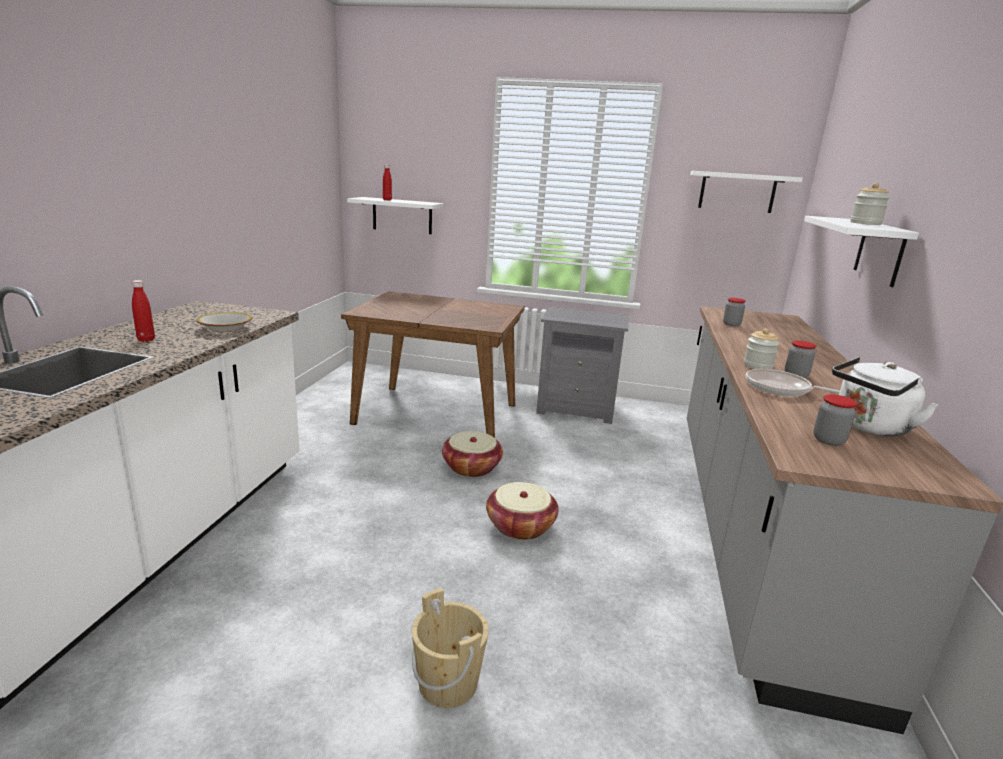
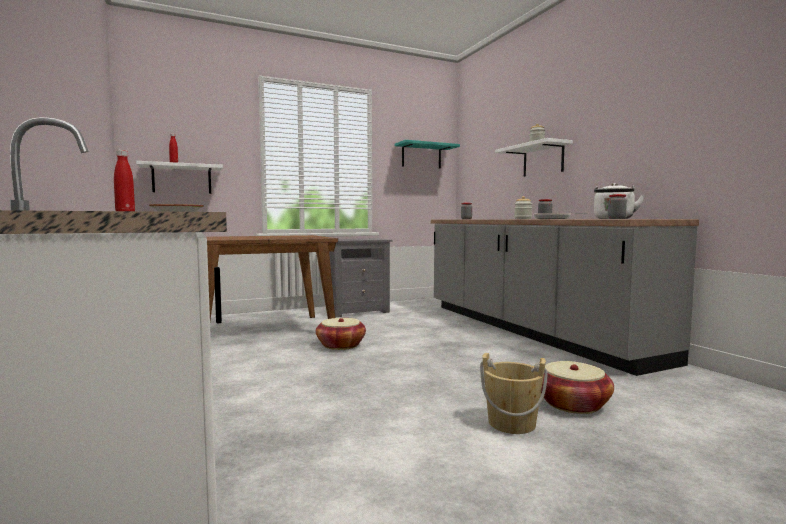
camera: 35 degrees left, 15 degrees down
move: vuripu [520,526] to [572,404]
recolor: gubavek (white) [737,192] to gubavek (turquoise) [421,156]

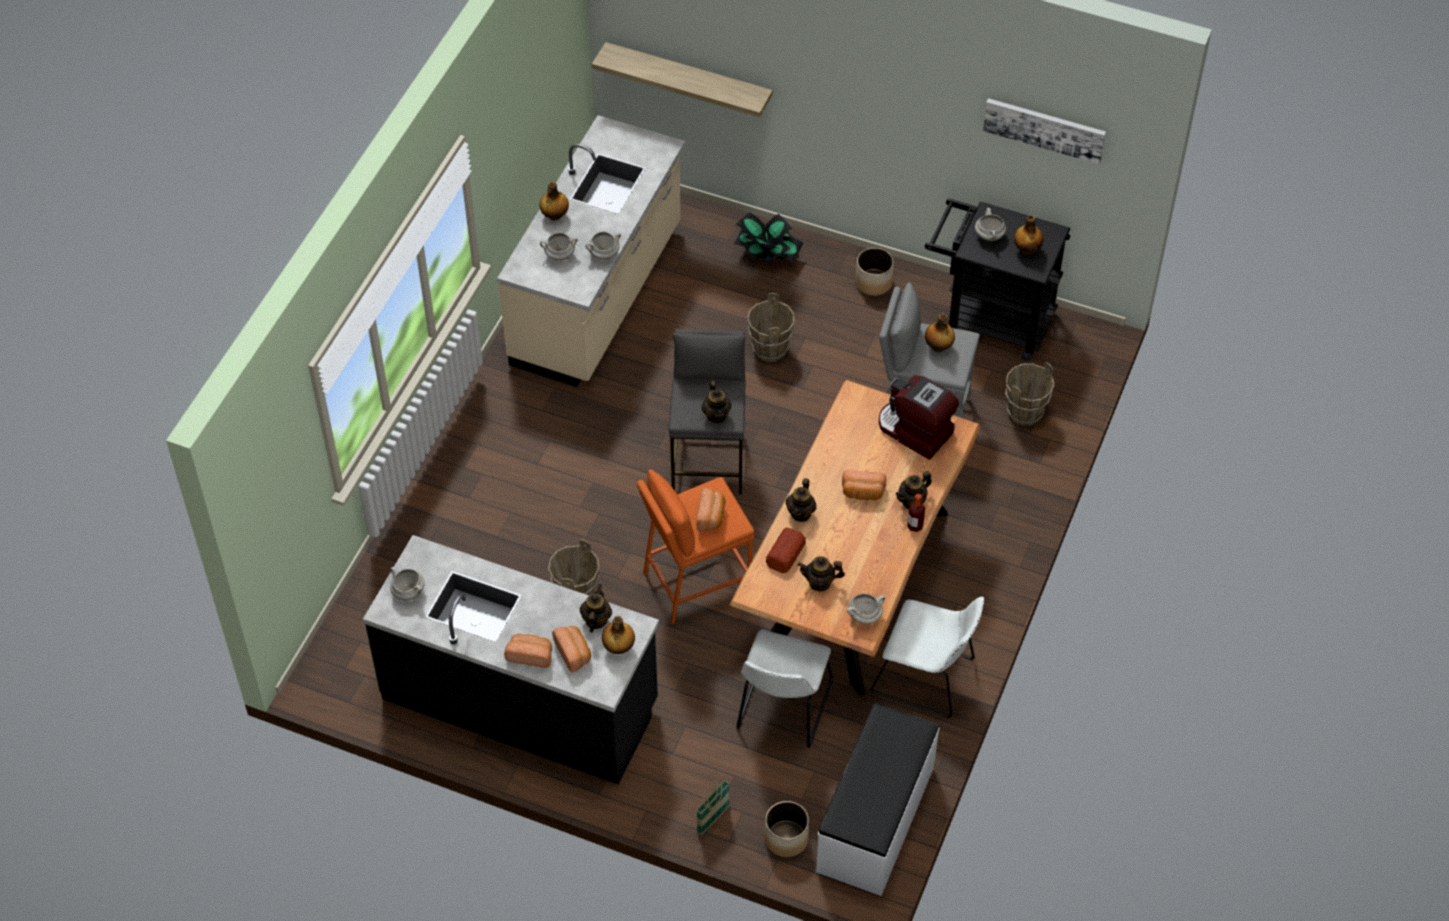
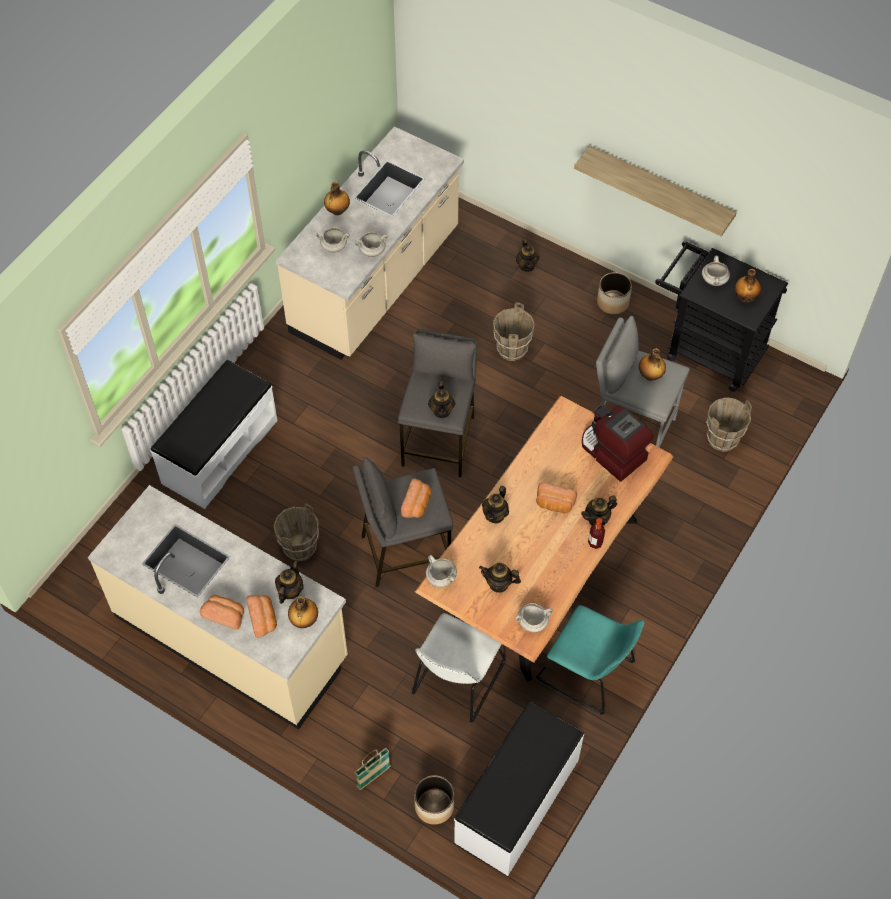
camera: 10 degrees right, 5 degrees up
delete: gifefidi [786,553]; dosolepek [1044,129]
insert: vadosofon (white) [219,451]
move: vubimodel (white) [407,592] to [440,578]; gubavek [688,78] to [660,189]
replace: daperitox [767,255] to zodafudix [527,265]
recolor: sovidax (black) [521,700] to sovidax (beige) [232,636]; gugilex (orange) [696,582] to gugilex (grey) [405,551]; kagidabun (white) [927,677] to kagidabun (turquoise) [589,673]

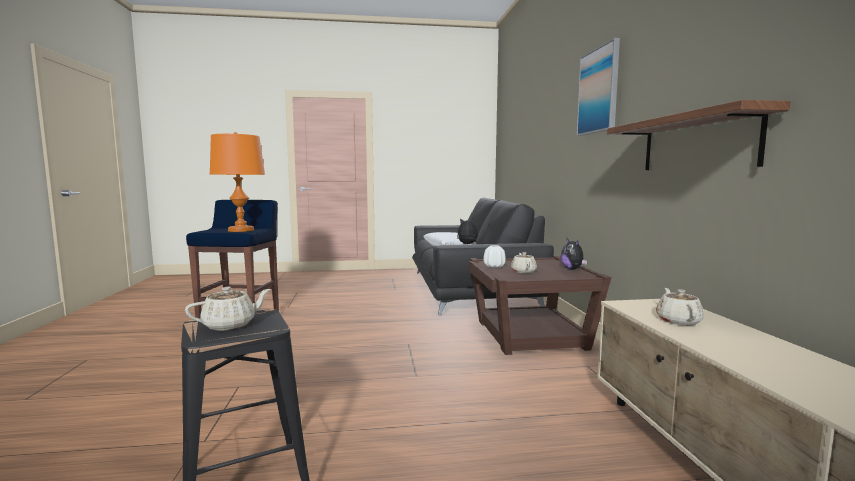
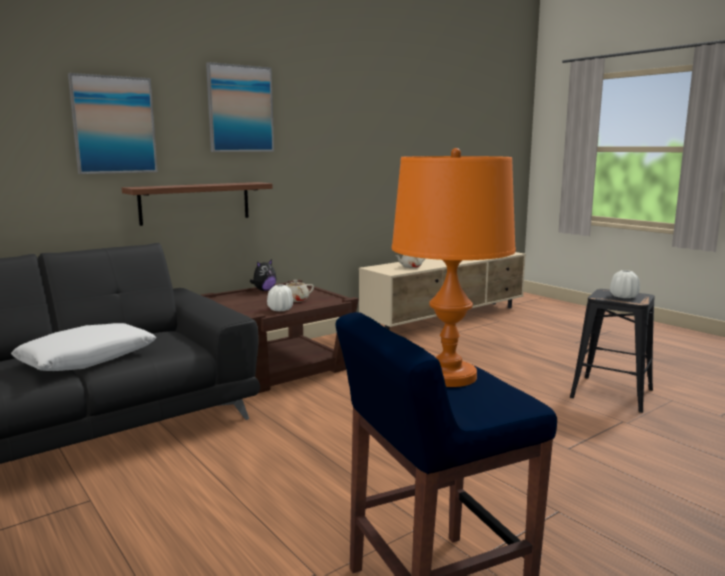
camera: 120 degrees left, 5 degrees up
delete: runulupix [467,244]
insert: dosolepek [114,125]
move: gubavek [696,143] to [195,203]
replace: zodafudix (beige) [230,325] to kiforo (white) [623,296]

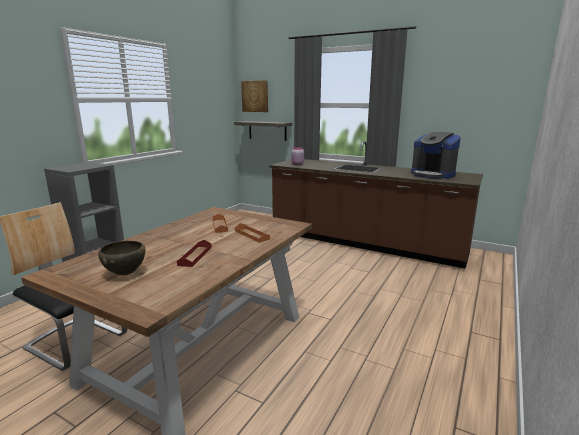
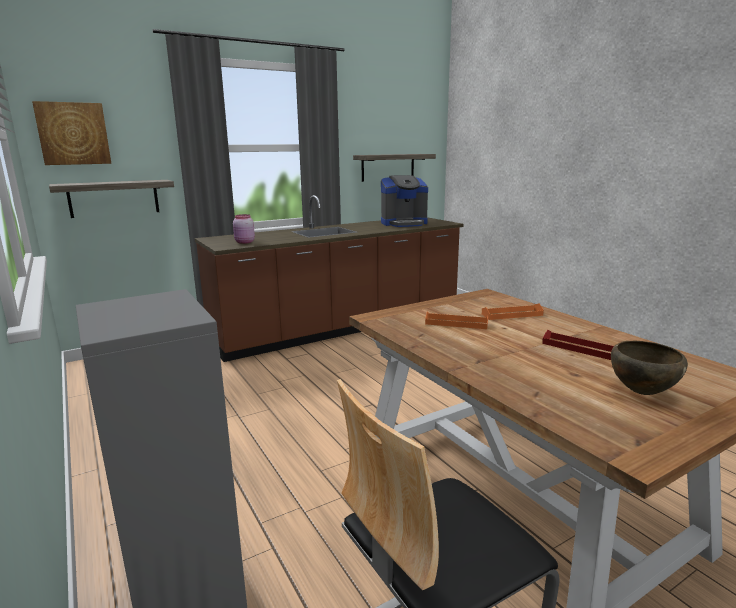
camera: 60 degrees left, 0 degrees up
insert: gubavek [388,167]

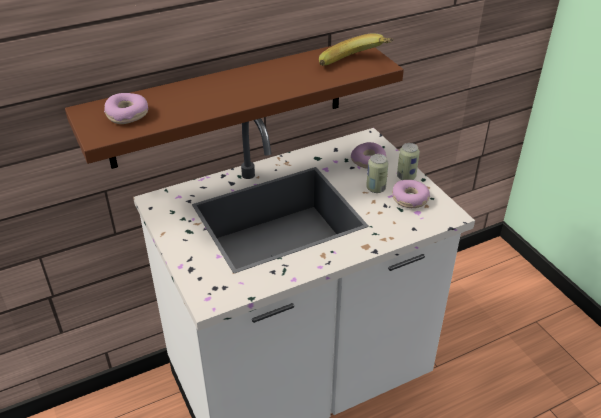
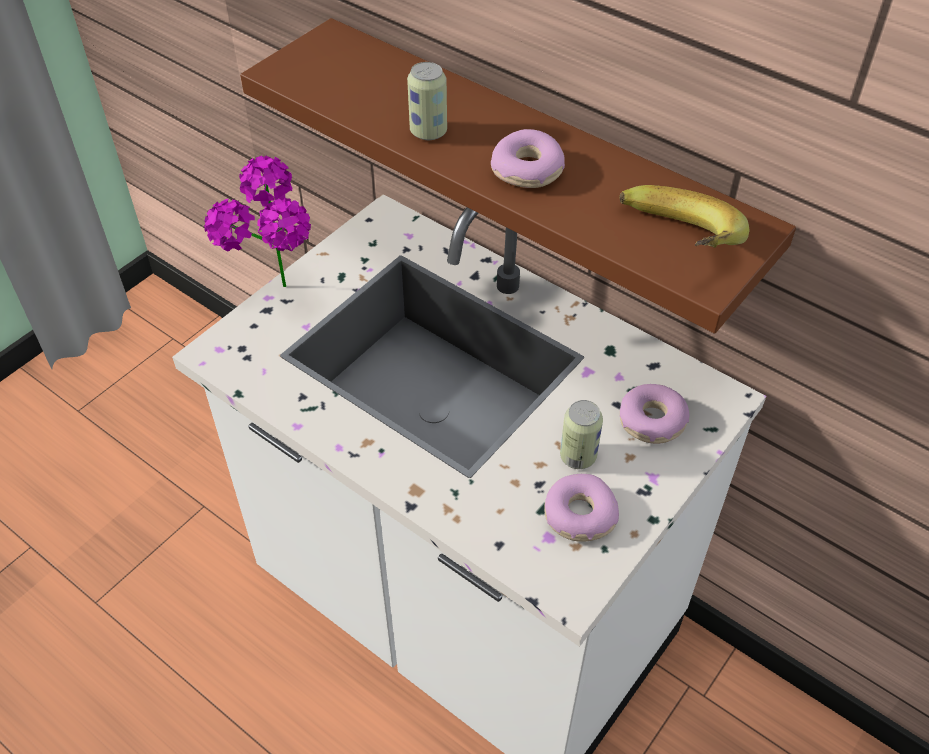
camera: 65 degrees right, 10 degrees up
insert: daperitox [278,300]
move: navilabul [127,114] to [528,170]; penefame [406,177] to [428,132]

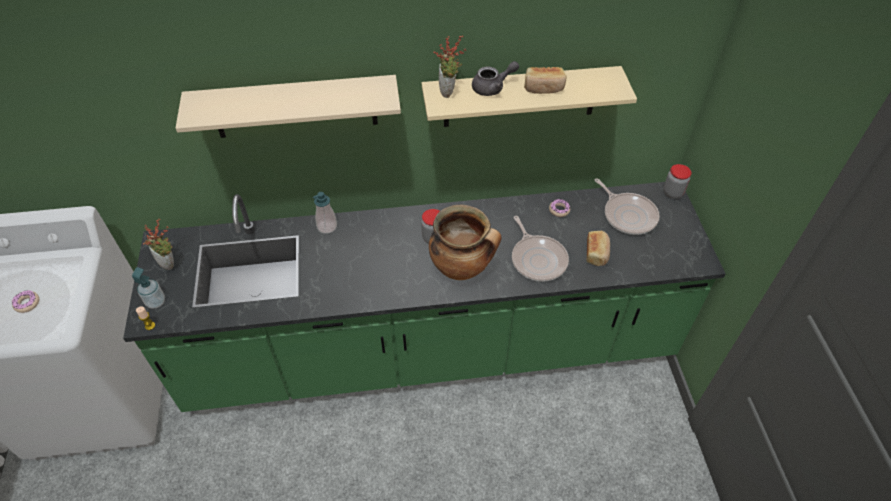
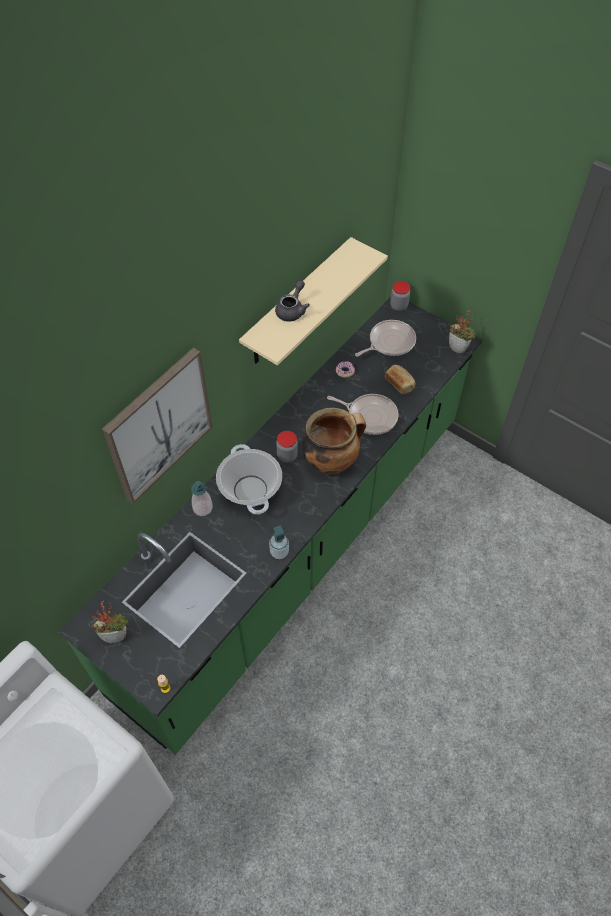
camera: 45 degrees left, 5 degrees up
delete: navilabul [27,303]; gifefidi [543,87]
insert: vubimodel [250,490]
move: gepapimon [156,302] to [279,552]; daperitox [449,92] to [459,348]
replace: gubavek (beige) [295,107] to dosolepek [159,425]
rotate: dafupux [628,215] = [389,342] 45 degrees counterclockwise

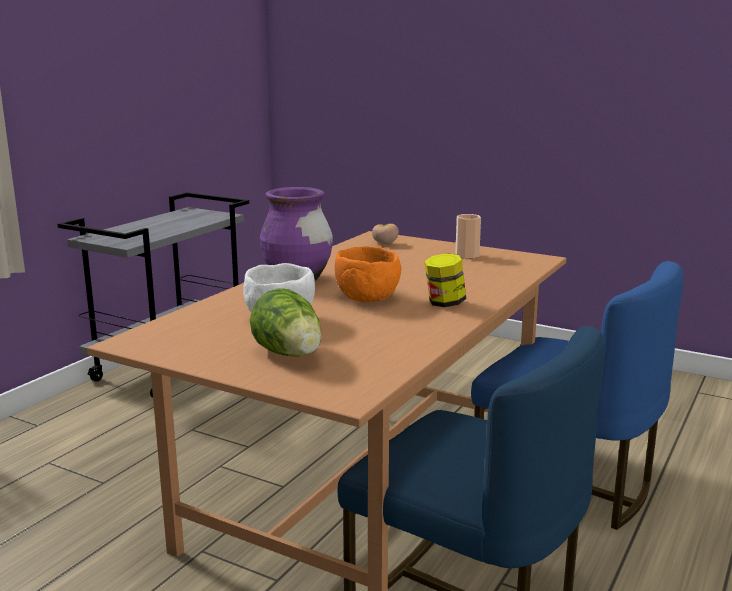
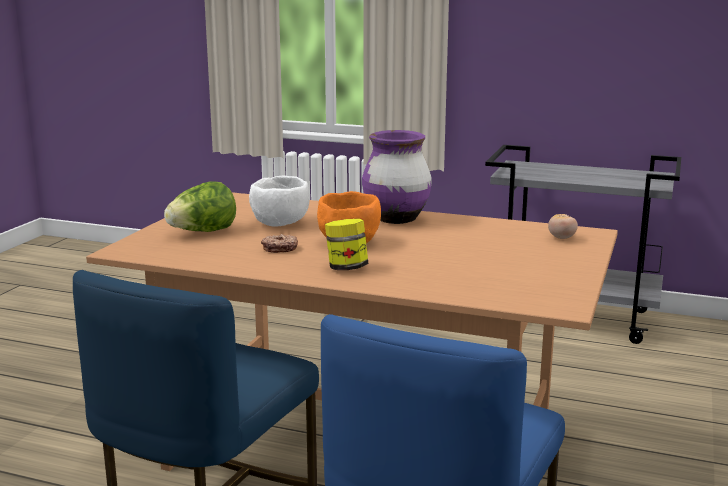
camera: 80 degrees right, 0 degrees up
delete: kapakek [467,255]
insert: navilabul [280,248]

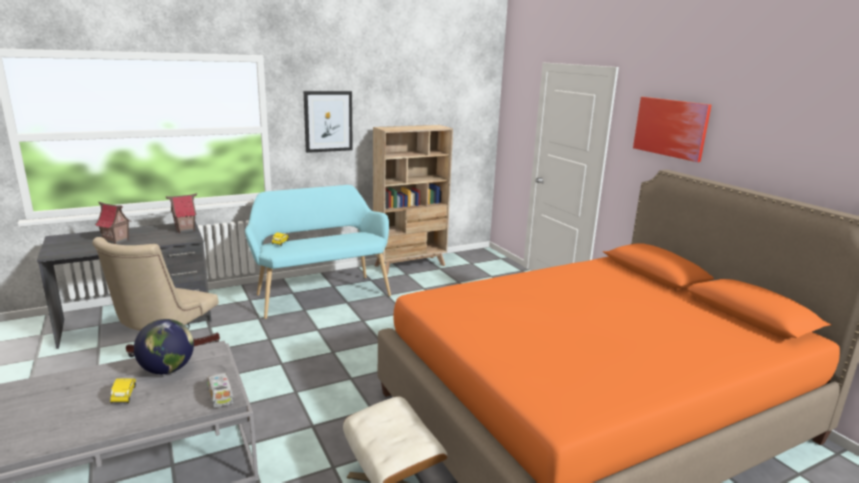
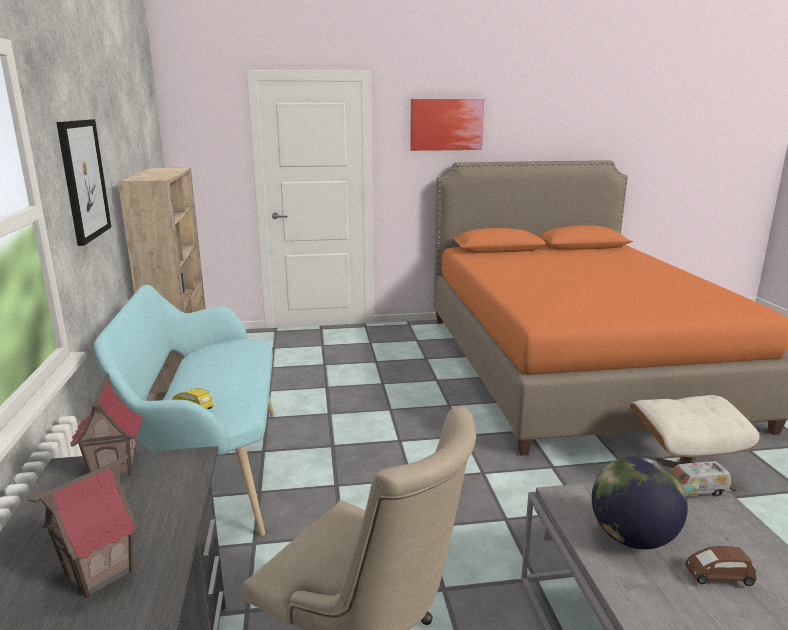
camera: 70 degrees left, 0 degrees up
recolor: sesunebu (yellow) [125,396] to sesunebu (brown) [718,577]

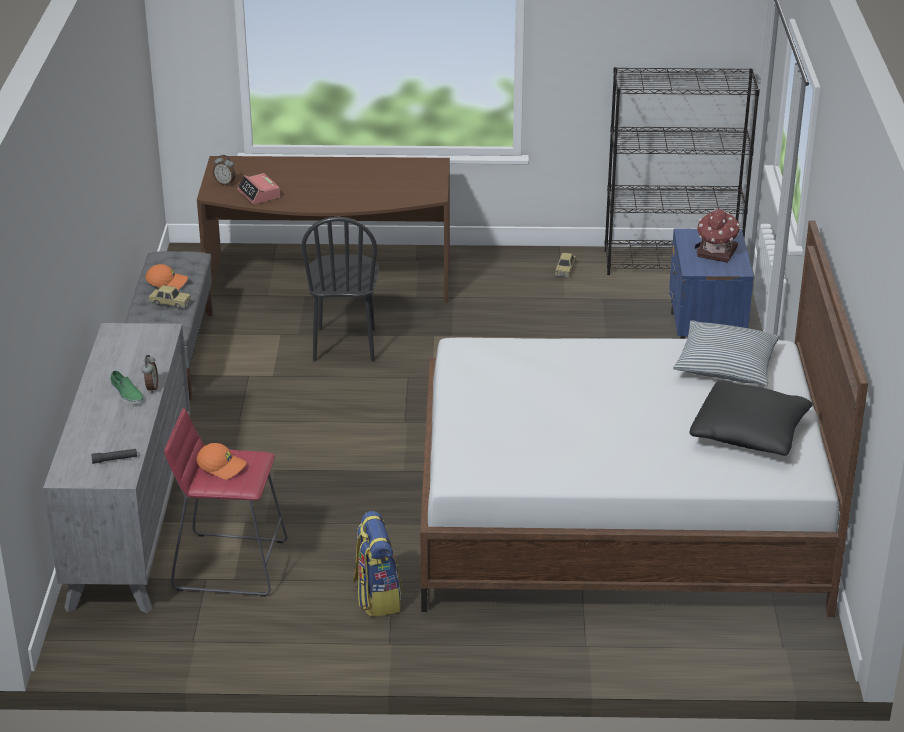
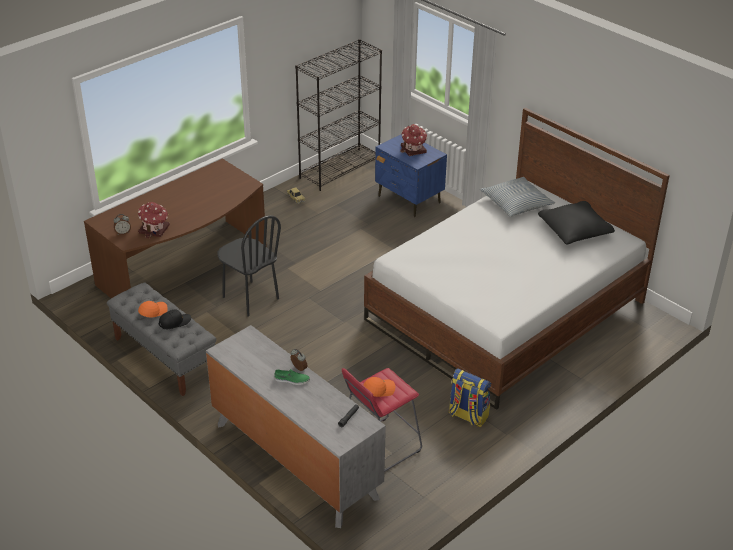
camera: 45 degrees left, 5 degrees up
replace: sesunebu [170,303] to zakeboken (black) [175,322]; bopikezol [259,194] to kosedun [154,229]

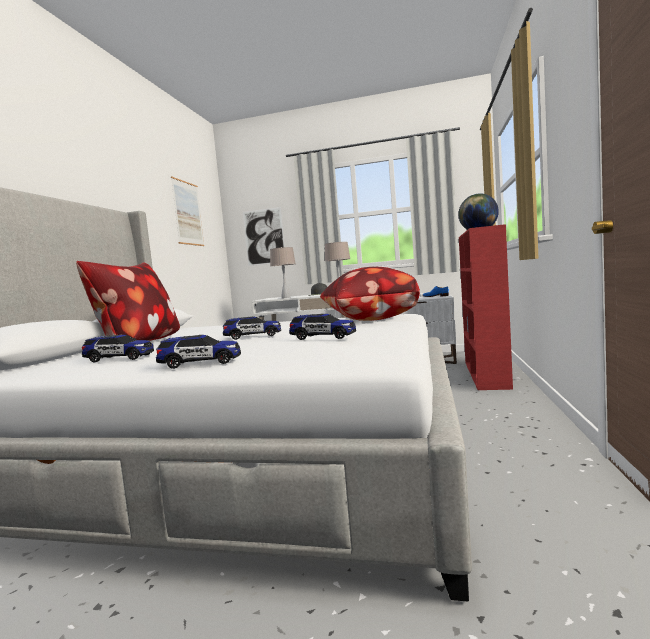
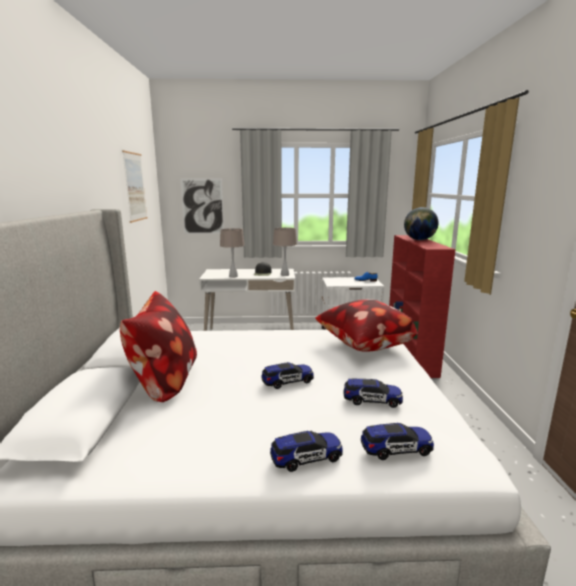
camera: 15 degrees left, 10 degrees up
move: sesunebu [119,358] to [396,449]

